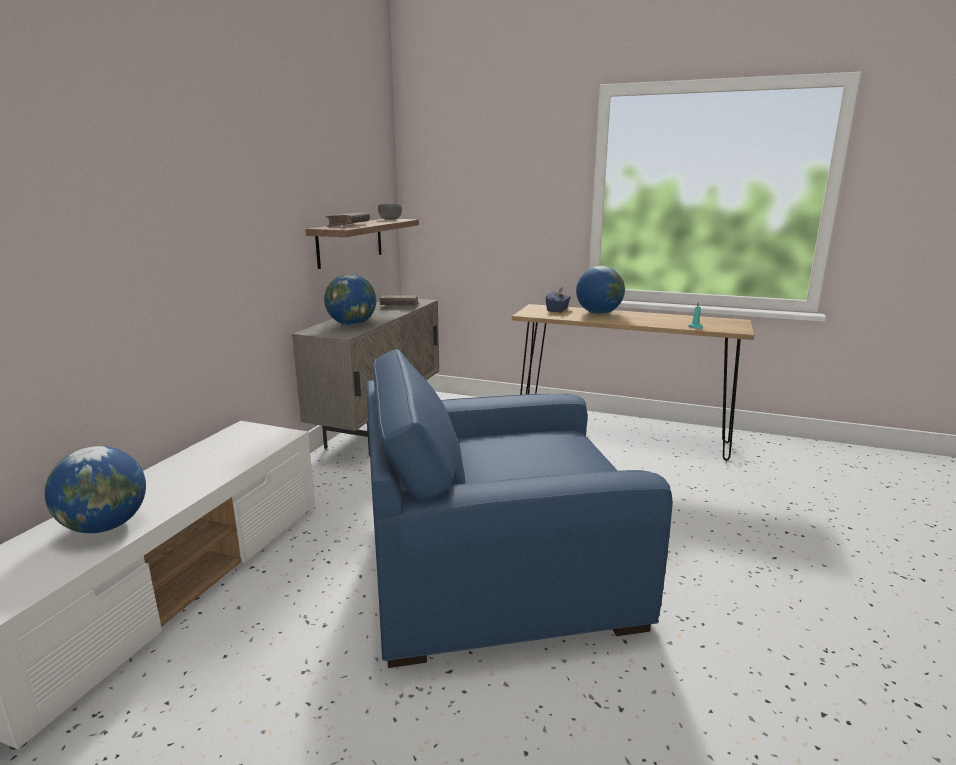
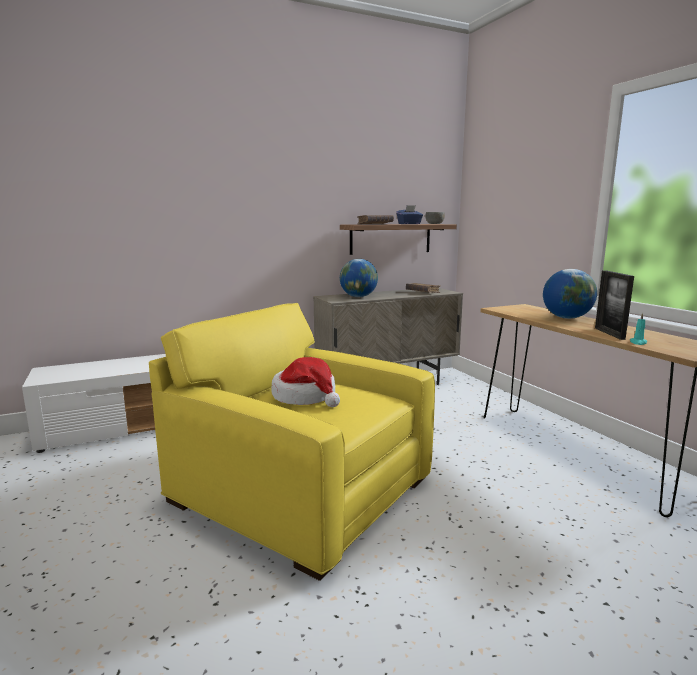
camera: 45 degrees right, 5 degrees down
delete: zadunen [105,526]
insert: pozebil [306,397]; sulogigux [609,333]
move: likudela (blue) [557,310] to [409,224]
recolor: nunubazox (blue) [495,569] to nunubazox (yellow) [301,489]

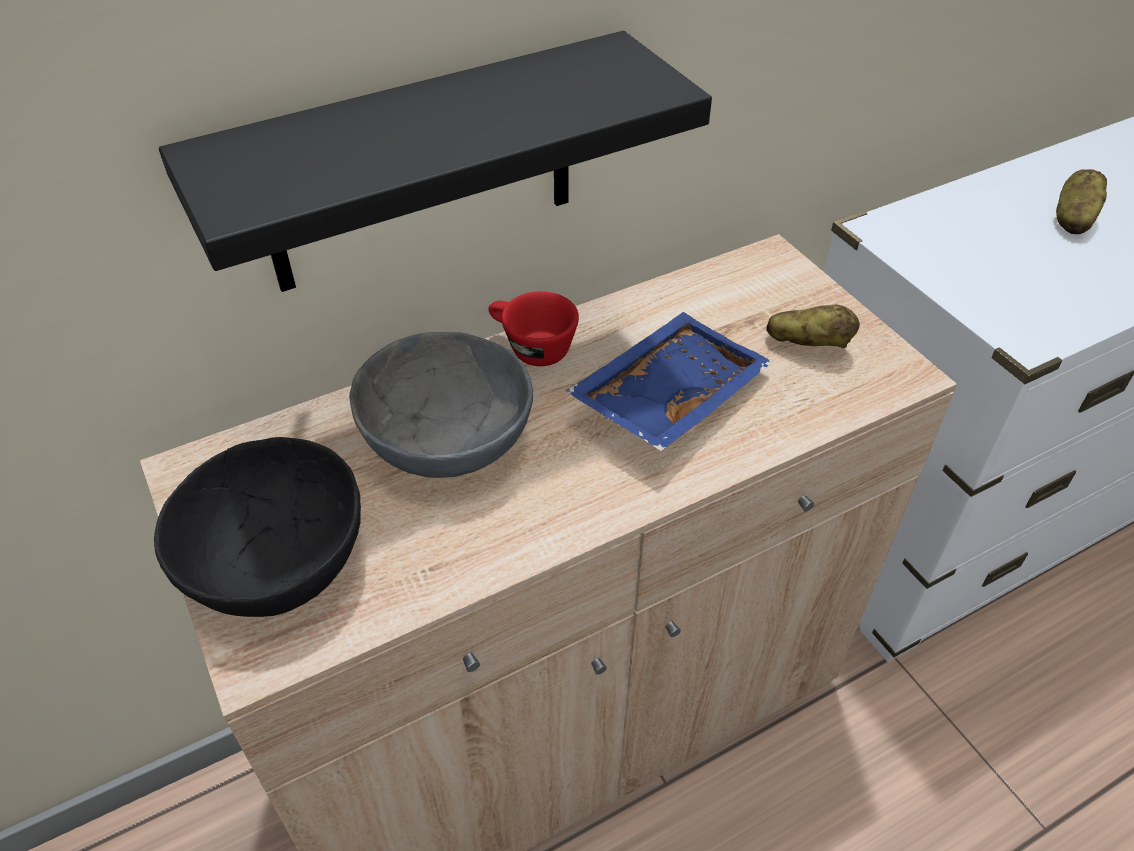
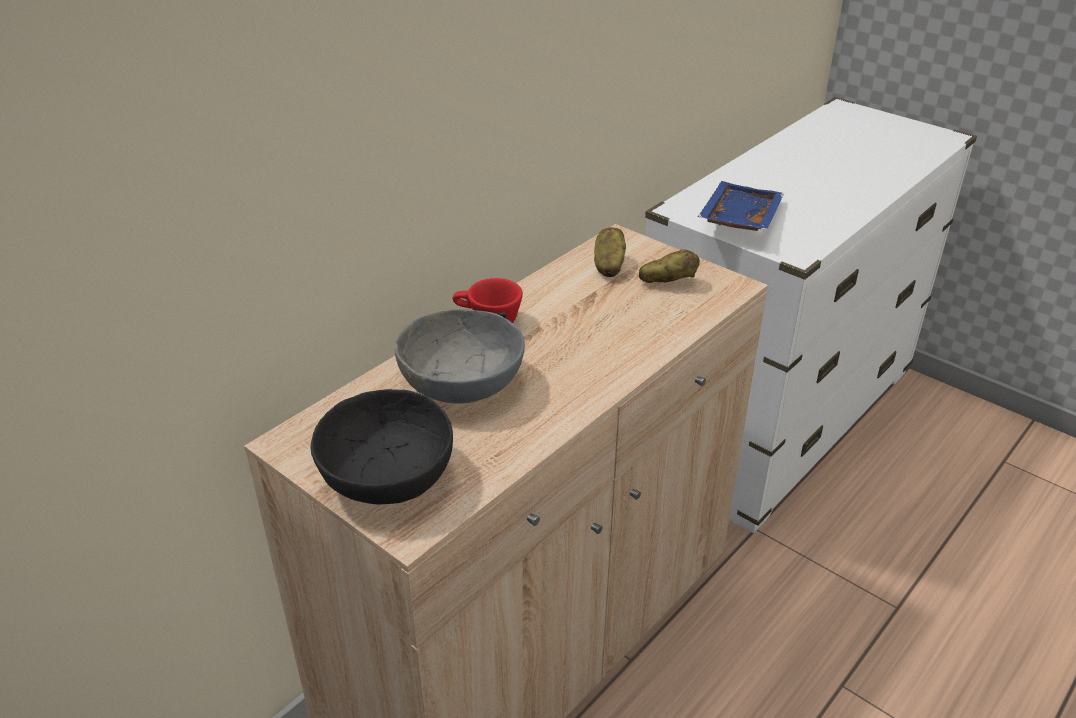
camera: 20 degrees left, 10 degrees down
delete: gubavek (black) [421,167]
move: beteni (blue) [667,395] to [738,219]; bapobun [1072,219] to [608,266]

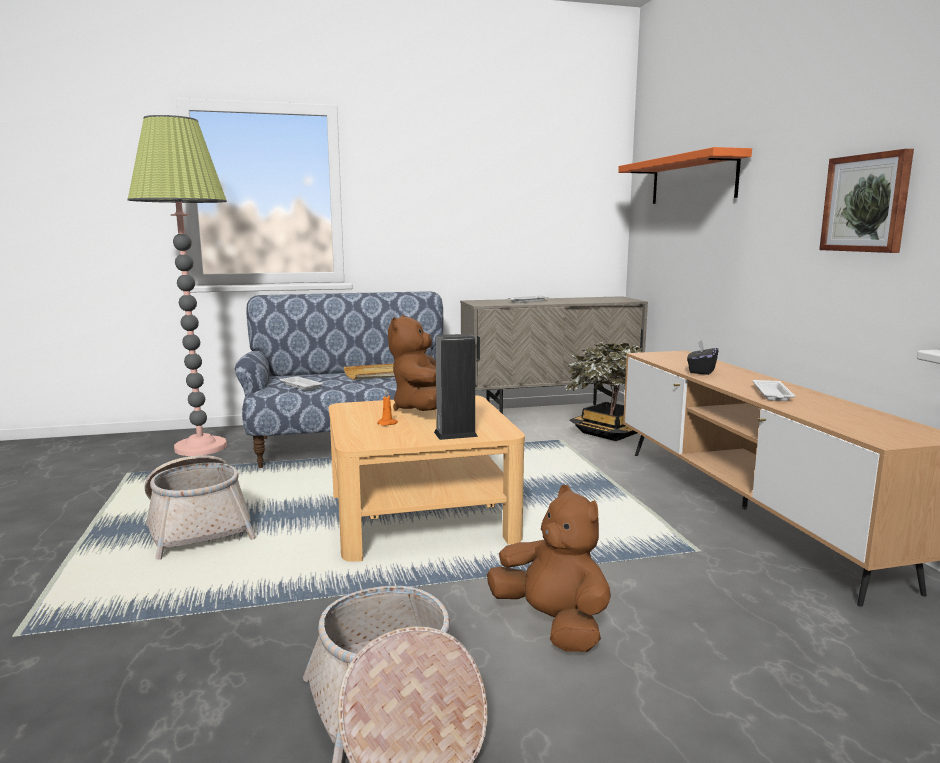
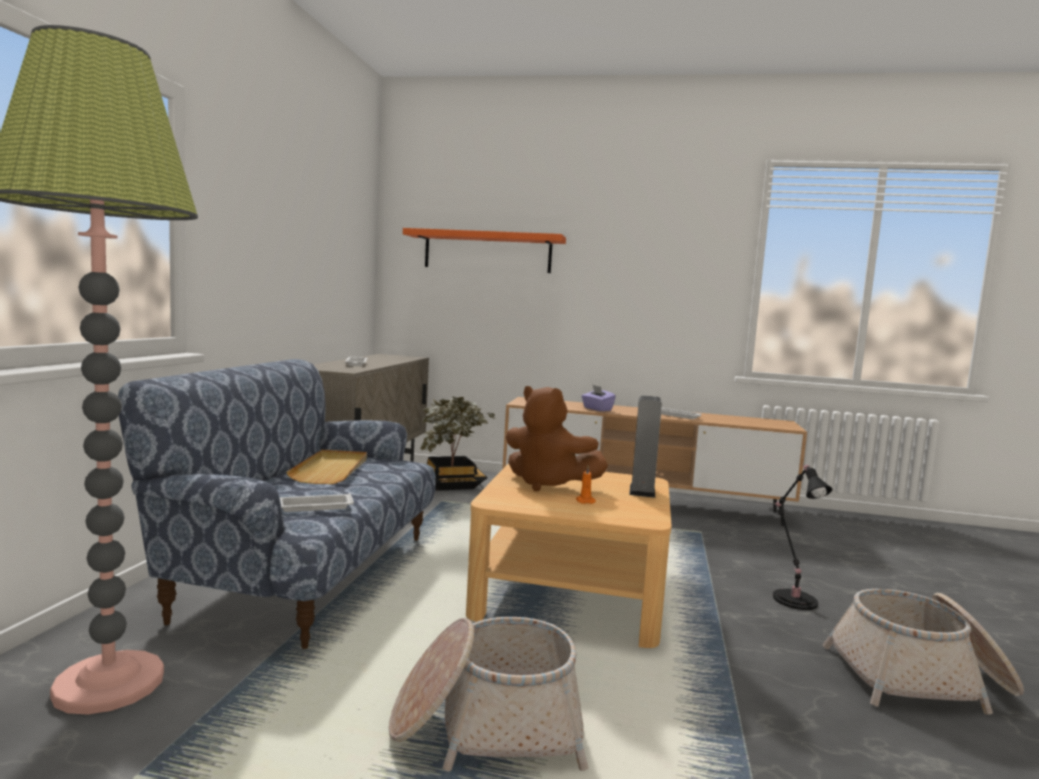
camera: 65 degrees left, 5 degrees down
delete: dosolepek [866,203]
replace: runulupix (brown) [552,624] to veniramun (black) [793,598]
recolor: likudela (black) [701,371] to likudela (purple) [597,409]

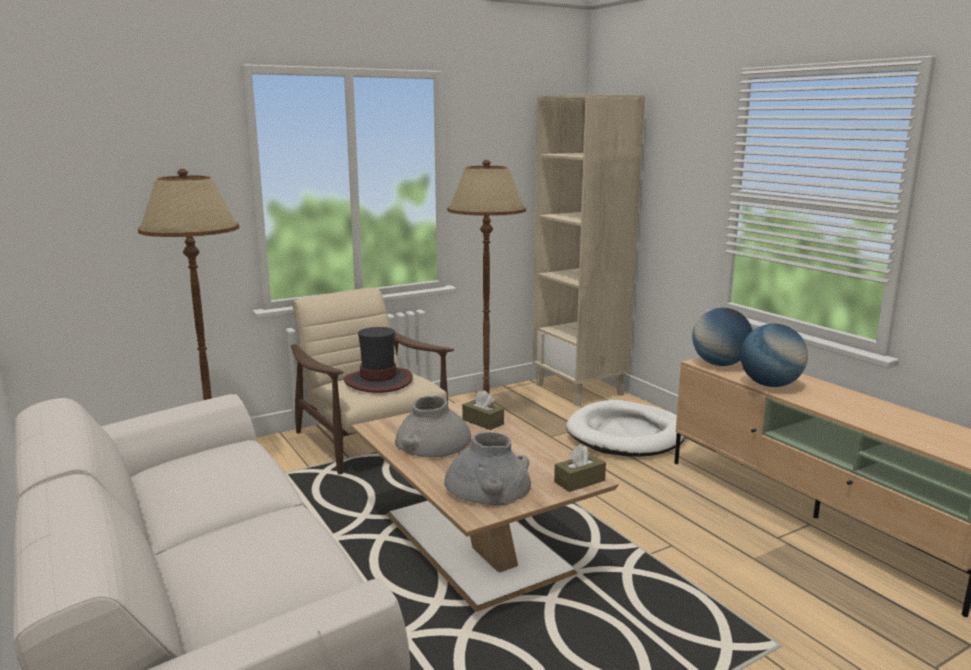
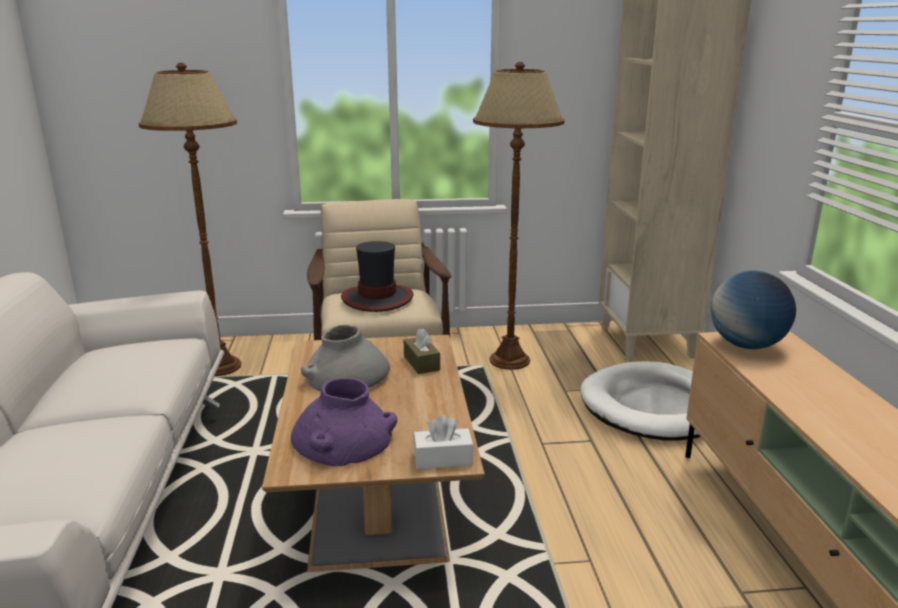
camera: 25 degrees right, 5 degrees up
delete: zadunen [770,385]
recolor: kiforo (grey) [488,485] to kiforo (purple) [344,438]; likudela (brown) [579,481] to likudela (white) [443,458]

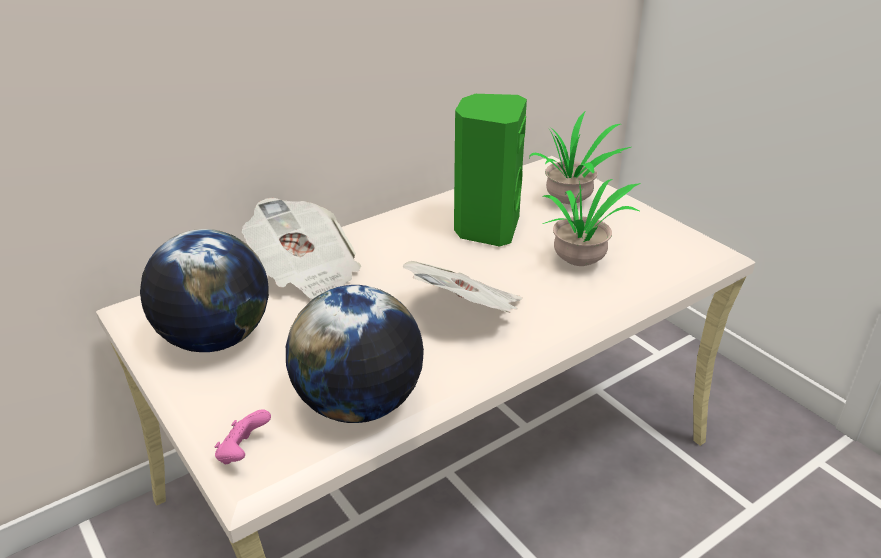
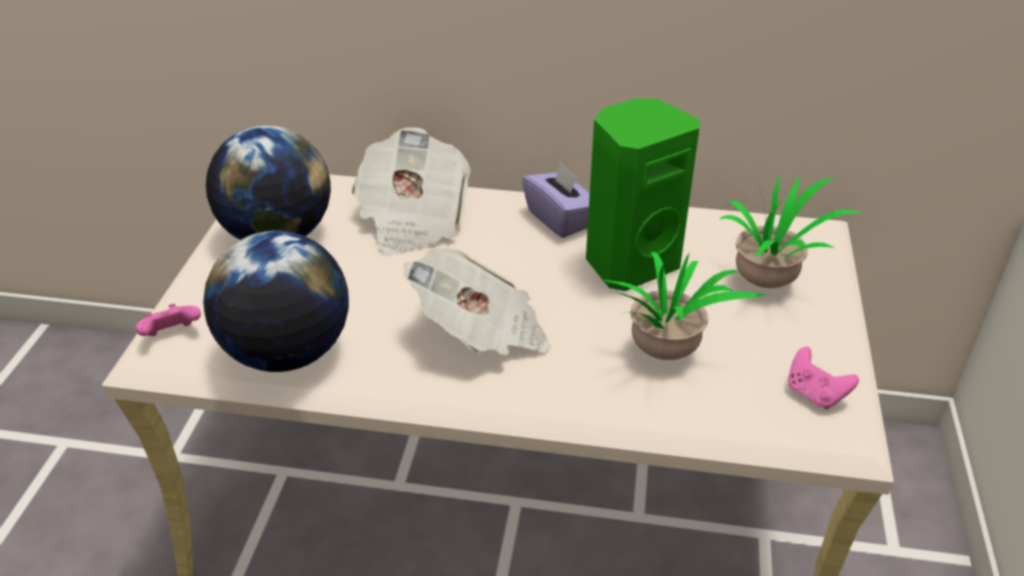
camera: 45 degrees right, 5 degrees up
insert: likudela (purple) [560,219]; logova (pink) [814,394]

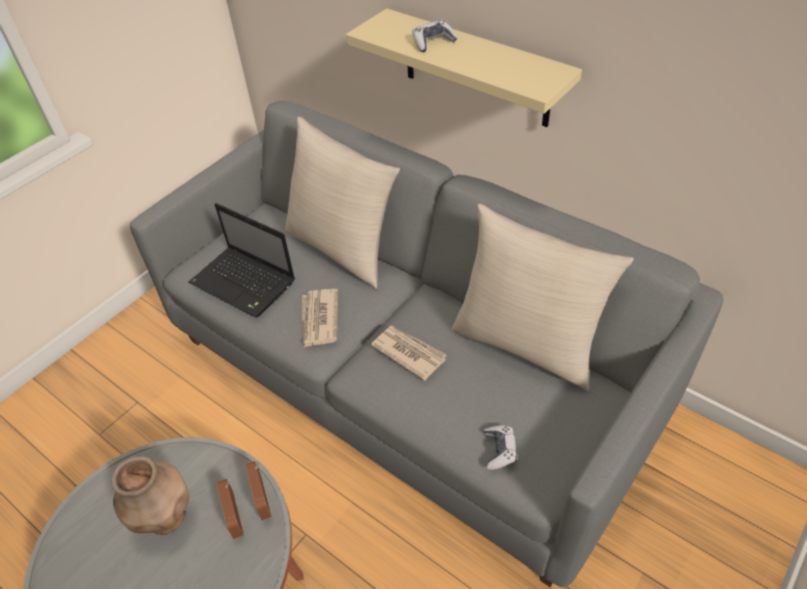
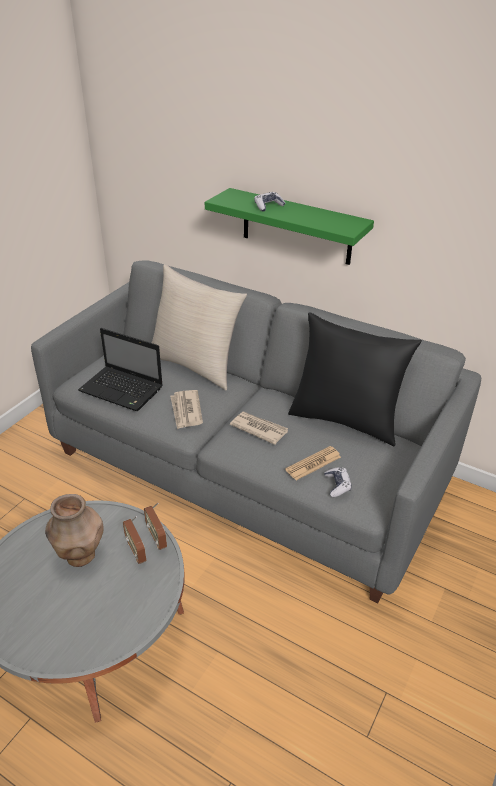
camera: 10 degrees left, 10 degrees down
insert: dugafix [313,463]
recolor: gubavek (beige) [476,69] to gubavek (green) [296,227]; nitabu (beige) [527,343] to nitabu (black) [345,419]

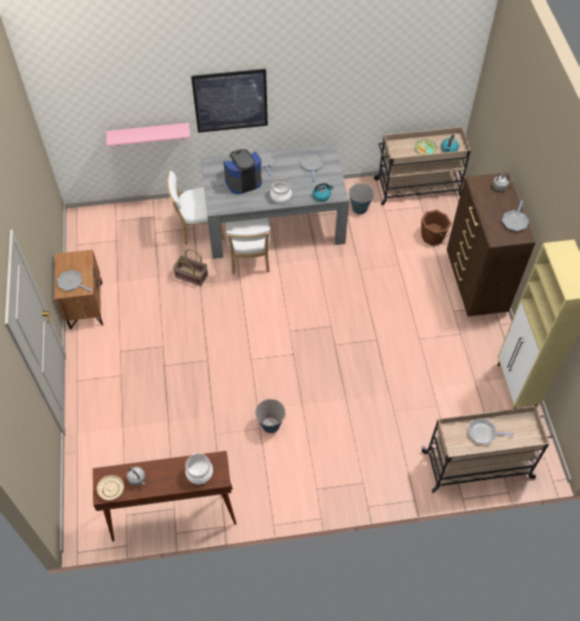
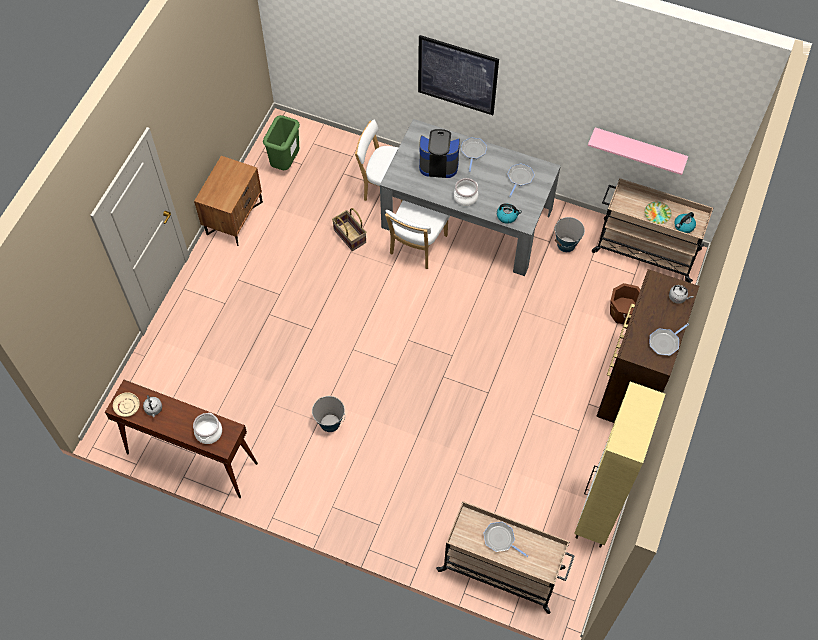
camera: 30 degrees right, 5 degrees up
delete: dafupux [72,283]
insert: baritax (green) [285,162]
move: gubavek (pink) [149,134] to [639,149]

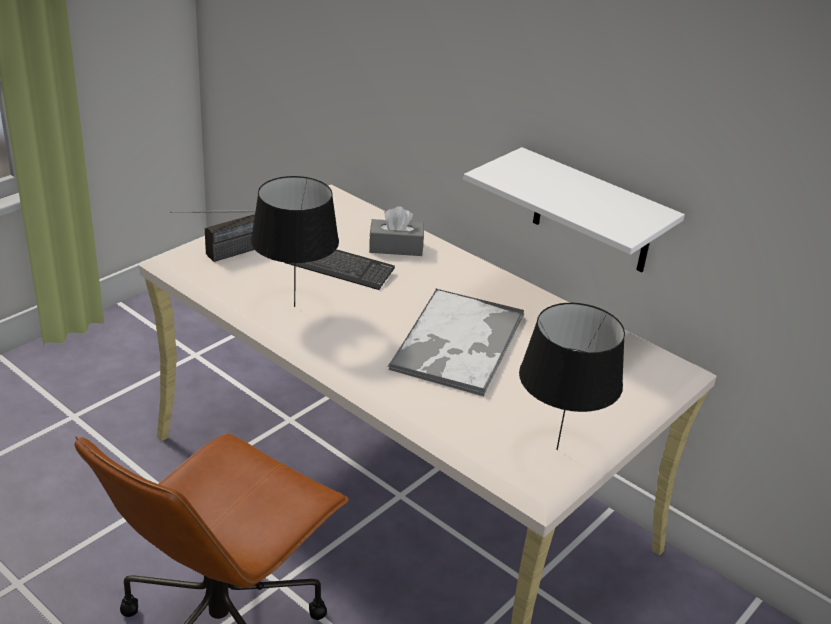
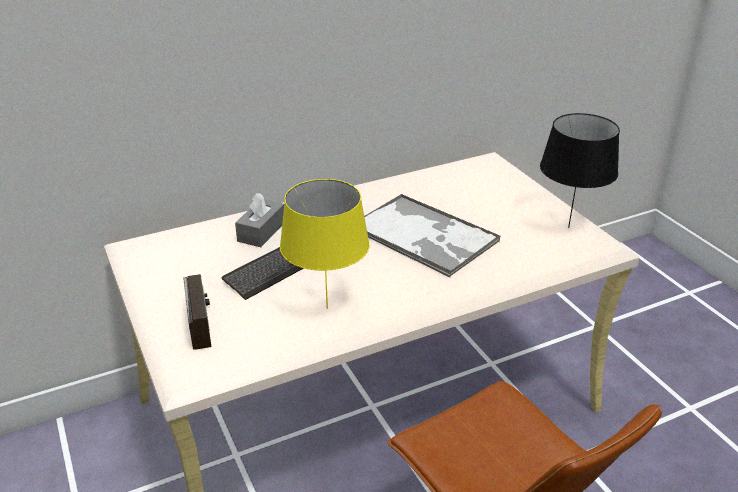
camera: 65 degrees left, 0 degrees up
delete: gubavek (white) [593,213]
recolor: veniramun (black) [294,306] to veniramun (yellow) [326,308]

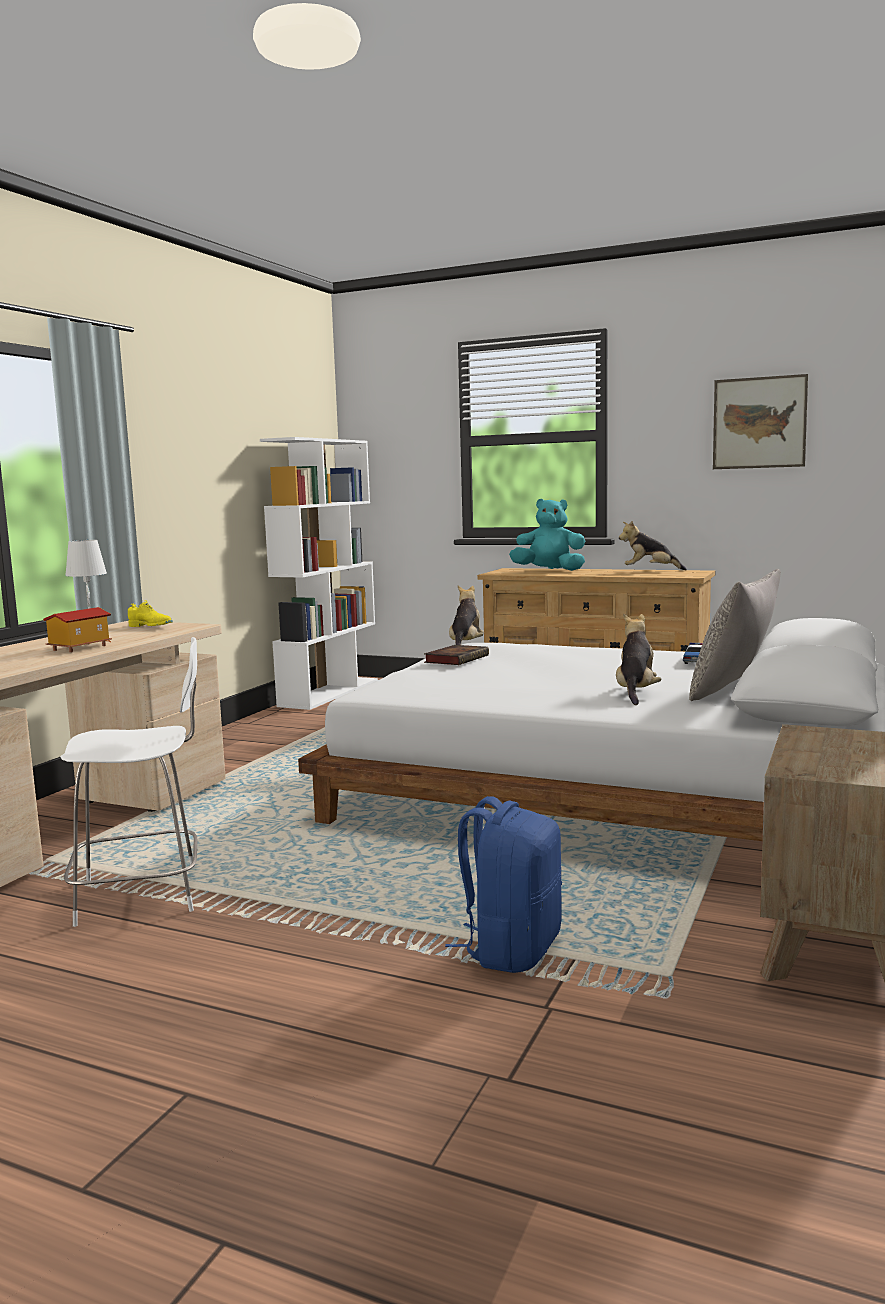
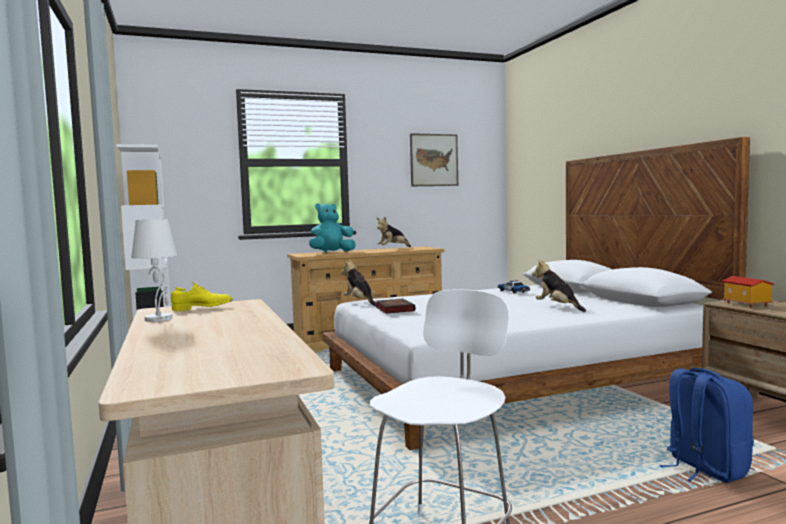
camera: 45 degrees left, 5 degrees down
delete: nitabu (grey) [733,691]
move: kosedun [80,647] to [746,304]

